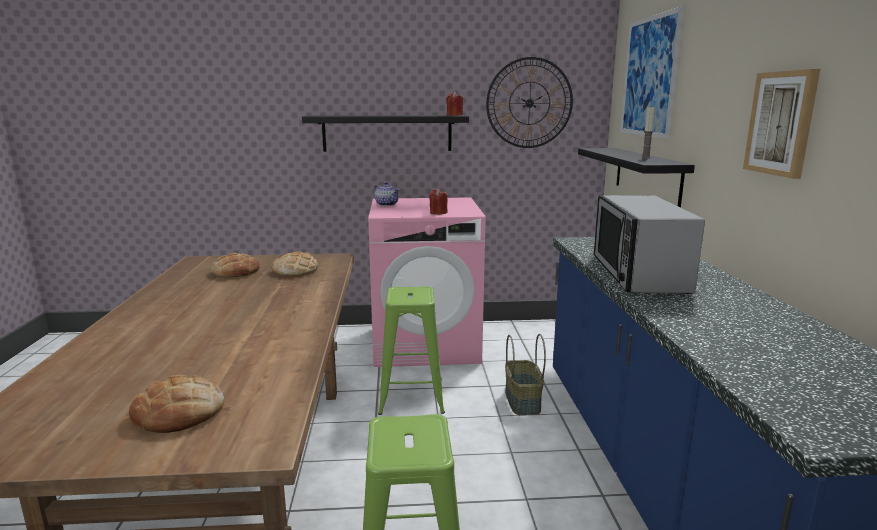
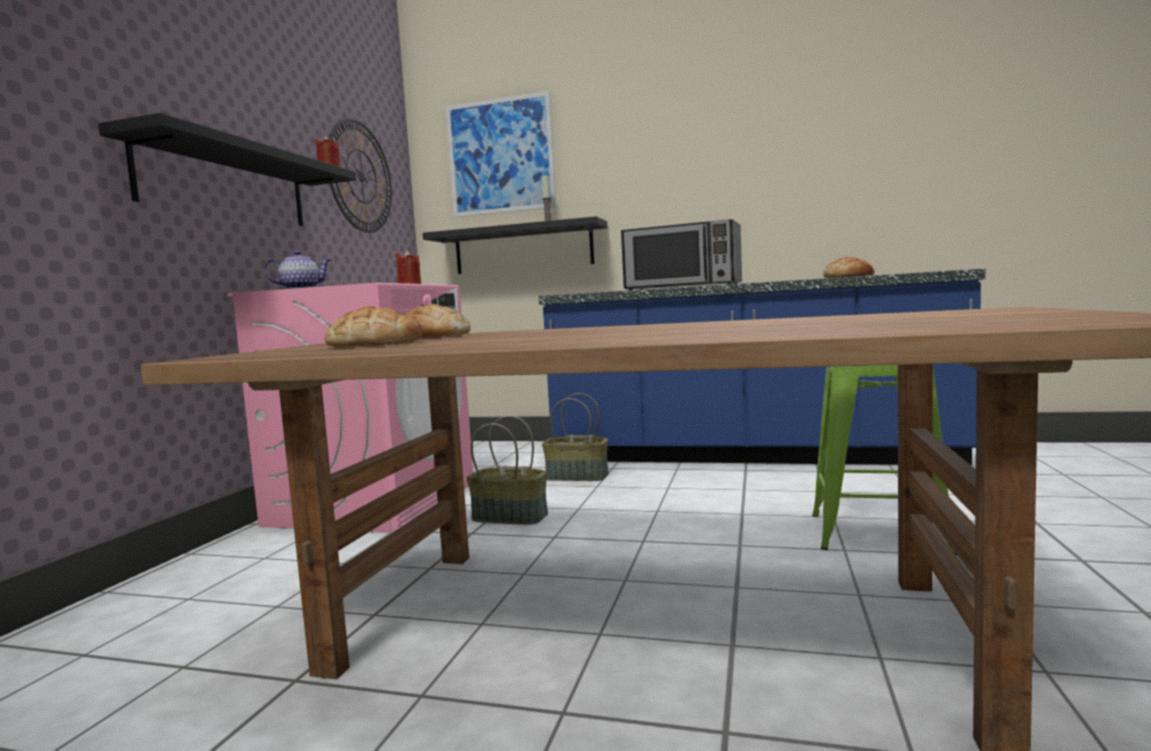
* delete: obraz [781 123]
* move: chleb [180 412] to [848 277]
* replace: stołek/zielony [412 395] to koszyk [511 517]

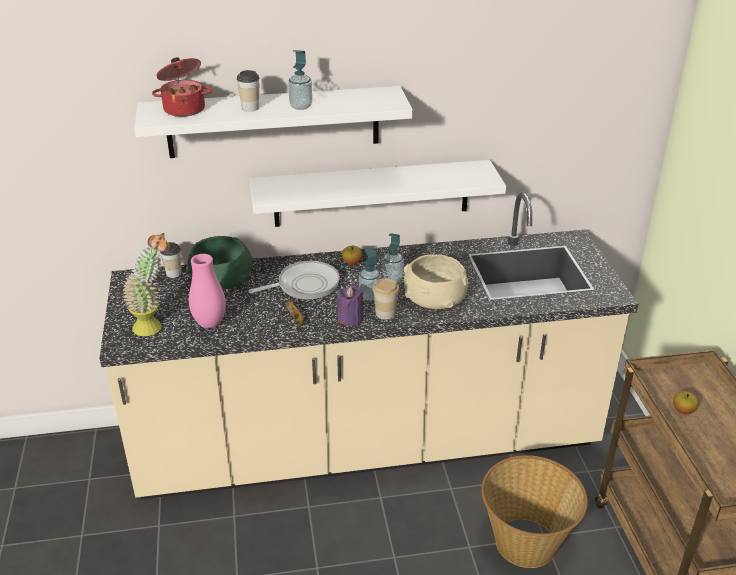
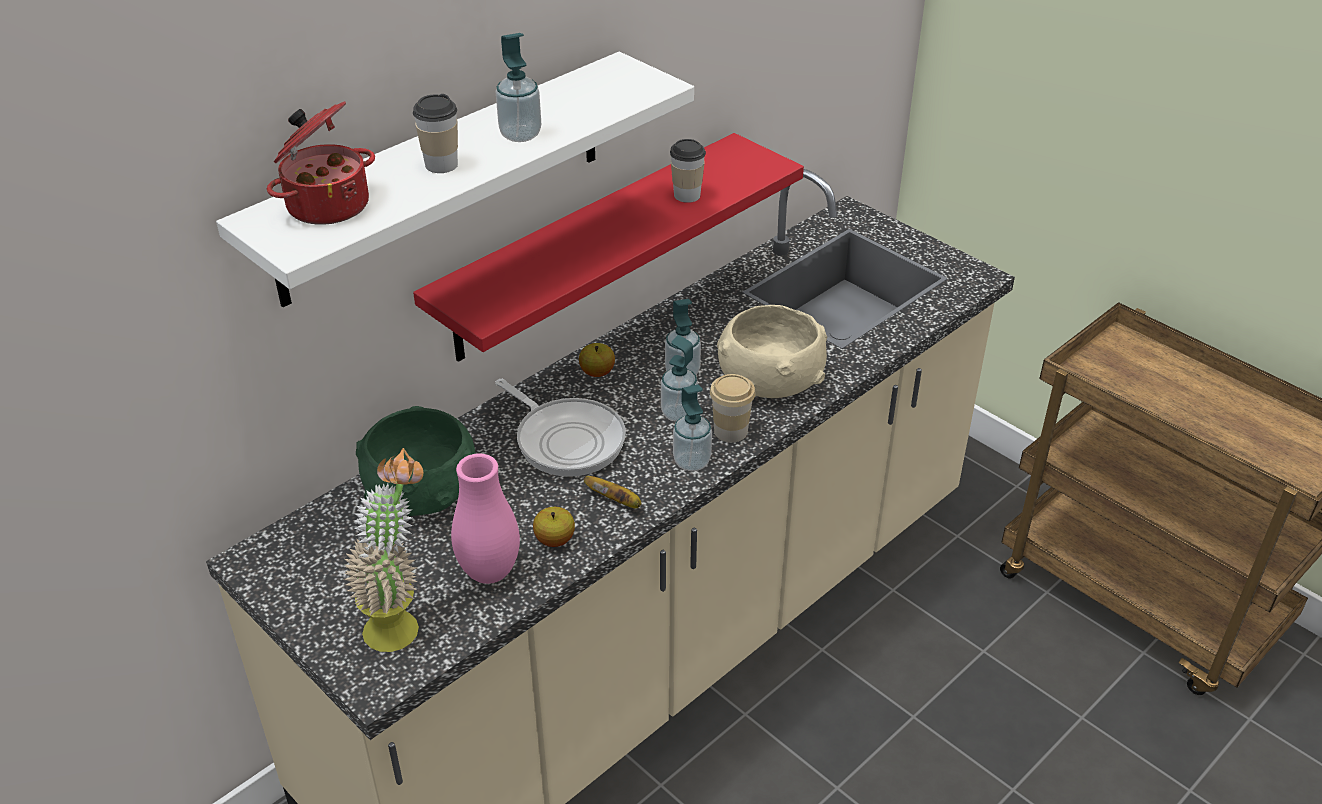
* delete: koszyk [526 542]
* move: filiżanka [173 273] to [687 195]
* move: jabłko [683 410] to [554 540]
* replace: świeca/fioletowy [350 318] to dozownik mydła [691 462]
* recolor: półka/biały [372 193] to półka/czerwony [588 247]
* rotate: patelnia [304 285] = [566 439] 105 degrees clockwise

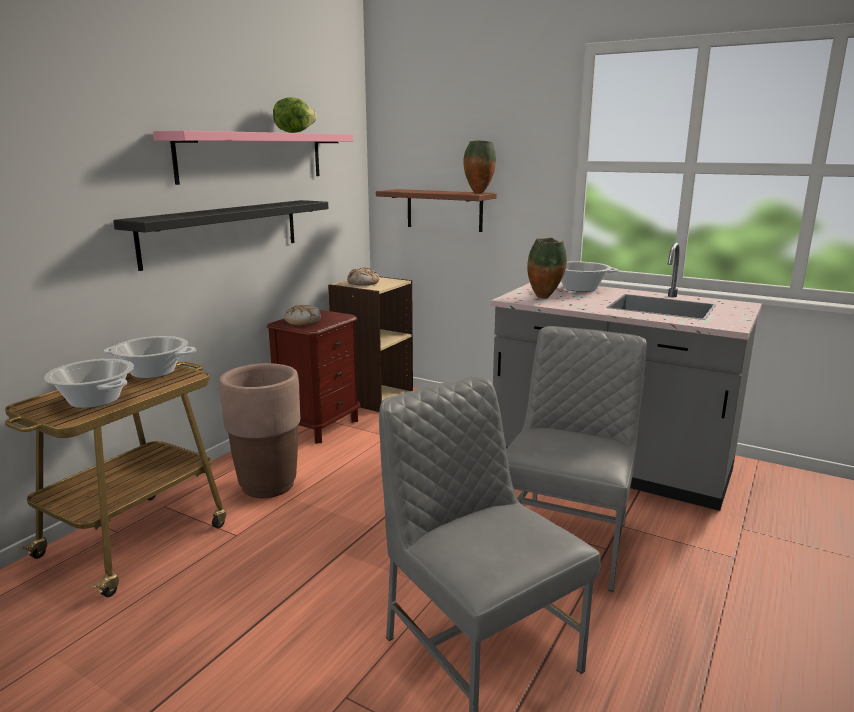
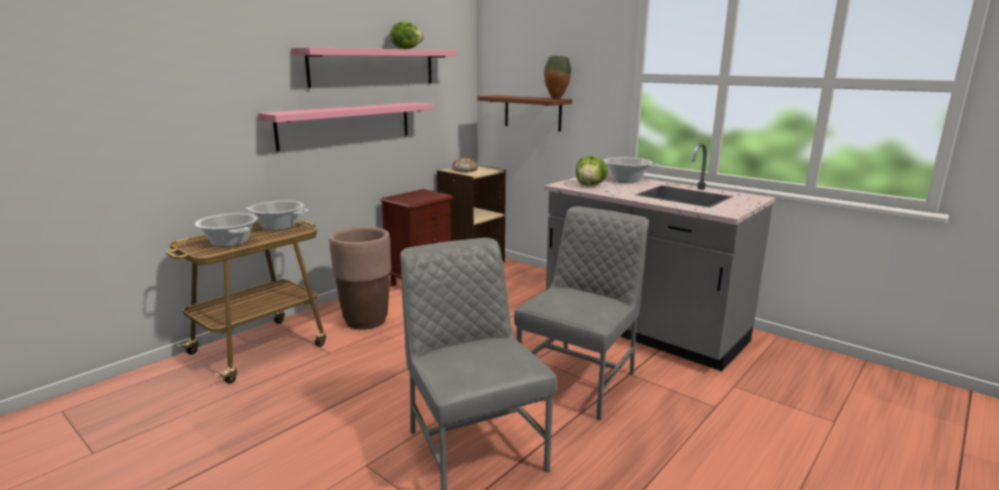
* delete: chleb [303 321]
* replace: wazon [545 298] to sałata [590 185]
* recolor: półka/czarny [223 232] to półka/różowy [346 125]

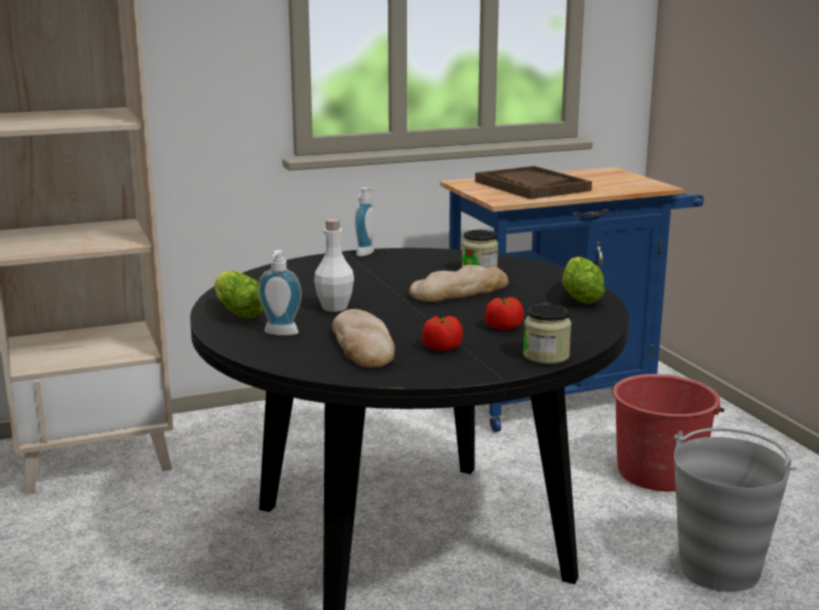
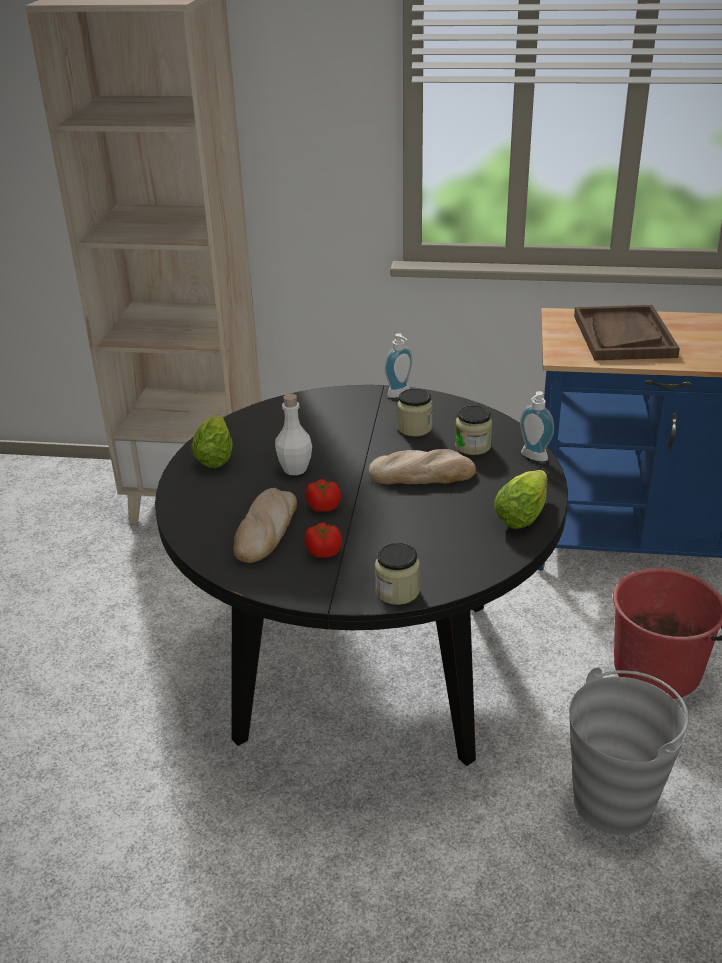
* insert: słoik [414 428]
* move: dozownik mydła [280 334] to [532 457]
* move: pomidor [503 327] to [323 506]

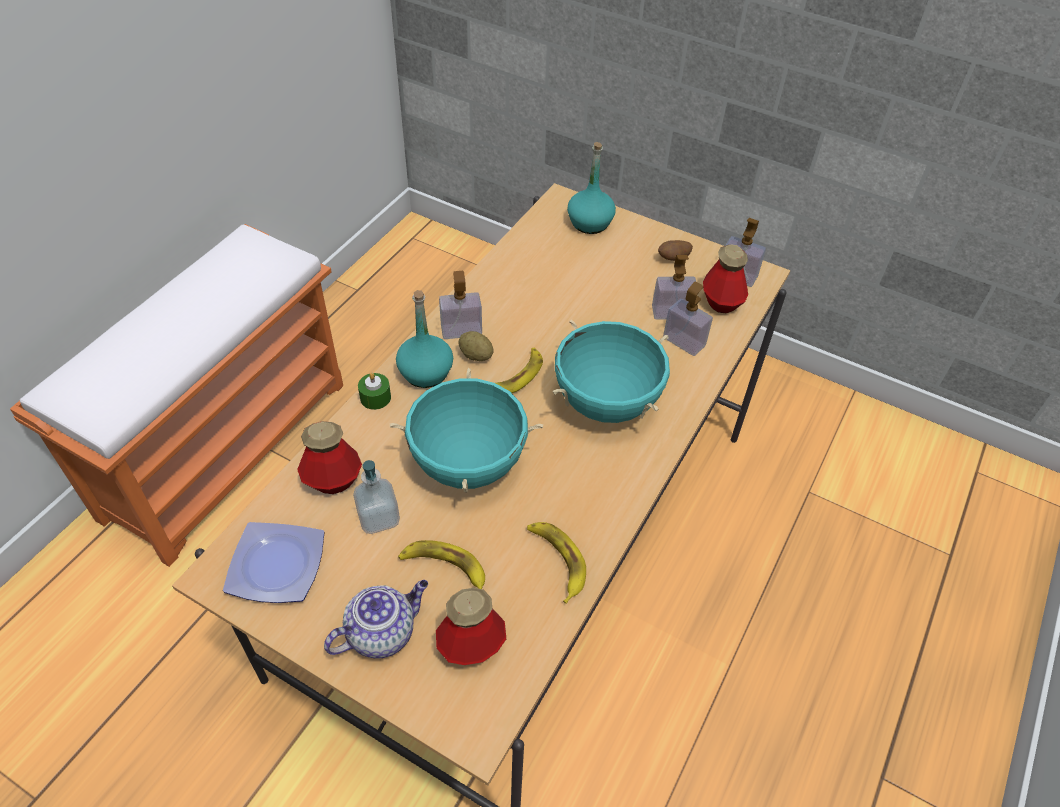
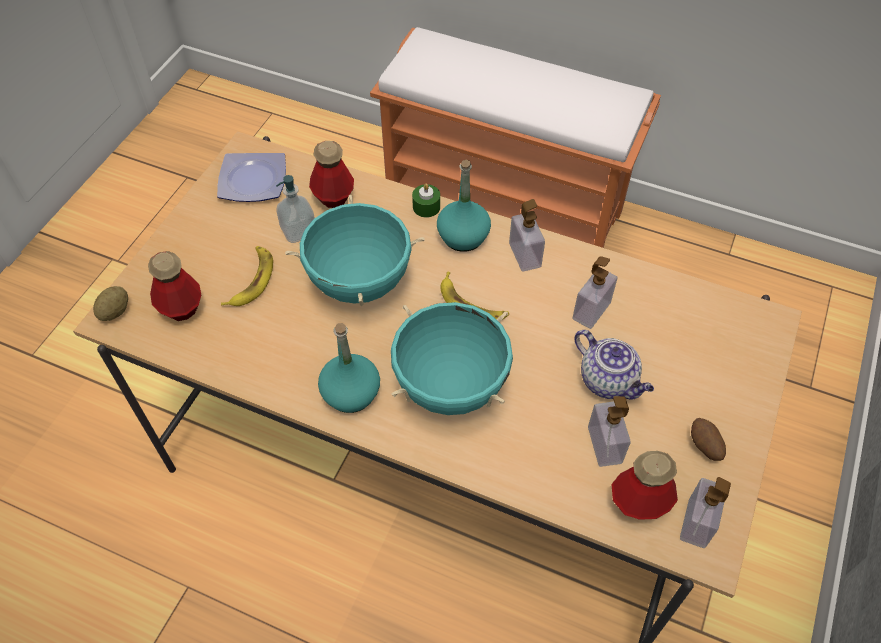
* delete: banan [556 560]
* move: imbryk [382 632] to [609 381]
* move: ziemniak [476 355] to [115 312]
* move: butelka/turkusowy [590 223] to [351 393]
* move: dozownik mydła [684 342] to [591 311]

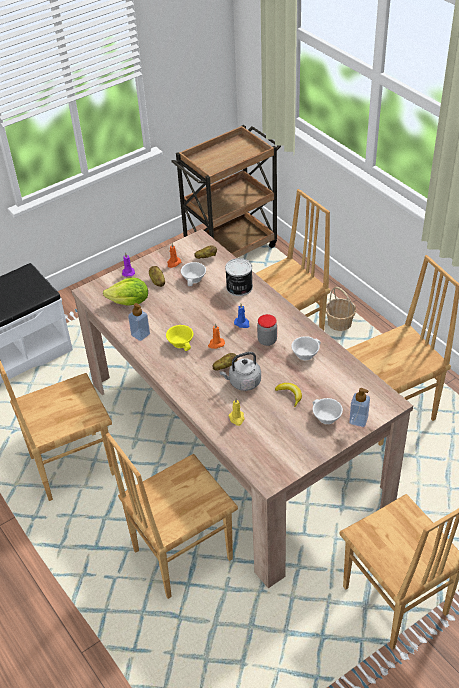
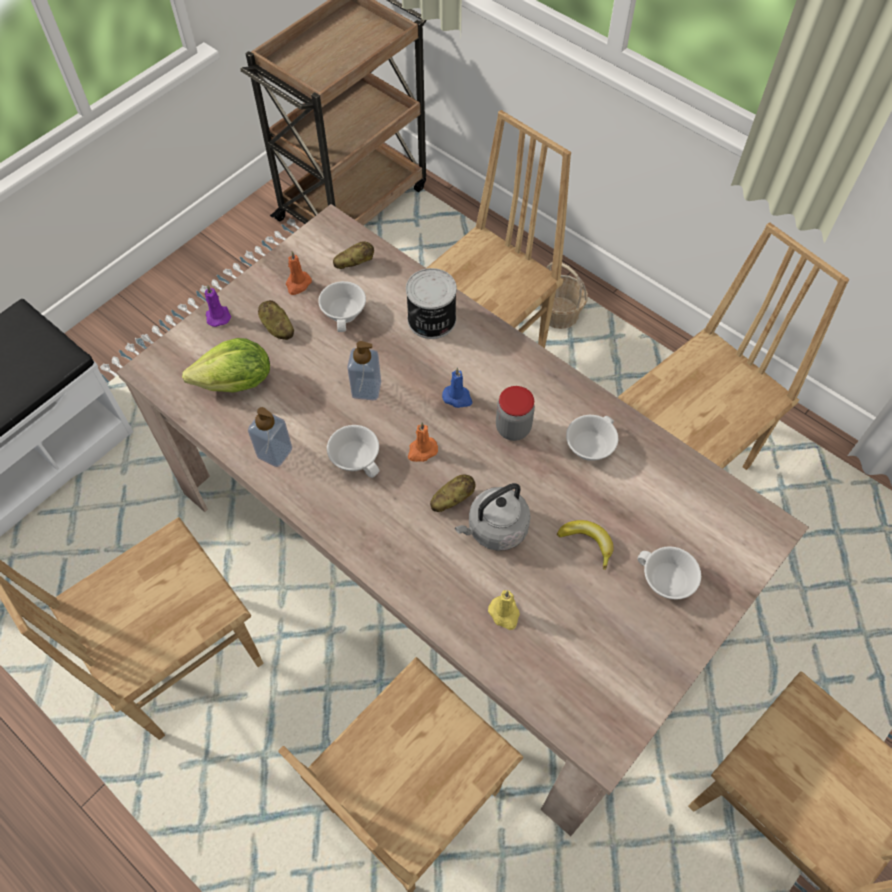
* move: dozownik mydła [358 420] to [366 389]
* recolor: filiżanka/żółty [182 342] to filiżanka/biały [357 458]

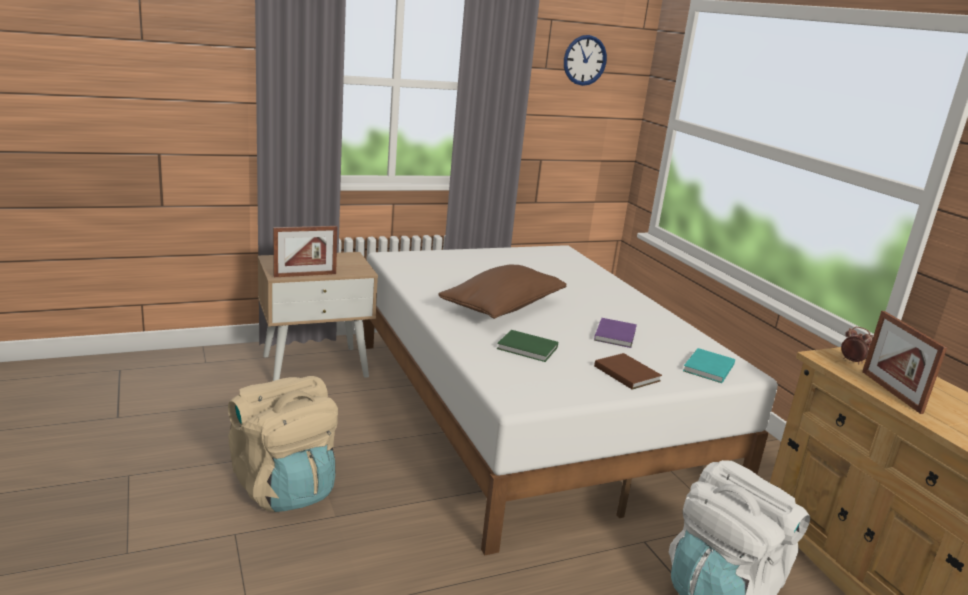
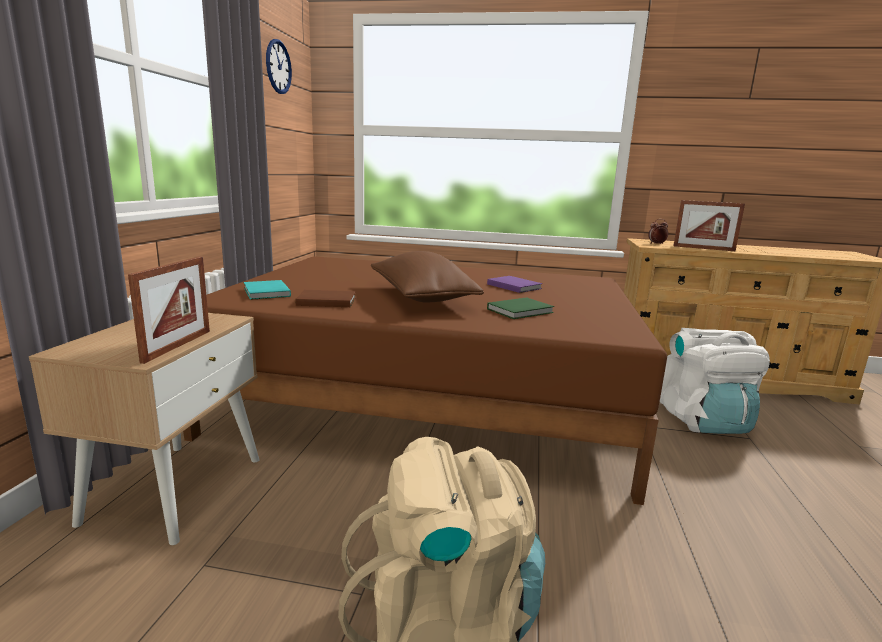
* move: książka/brązowy [626 372] to [325 301]
* move: książka/turkusowy [707 368] to [266 292]
* recolor: łóżko/biały [531 412] to łóżko/brązowy [430 401]

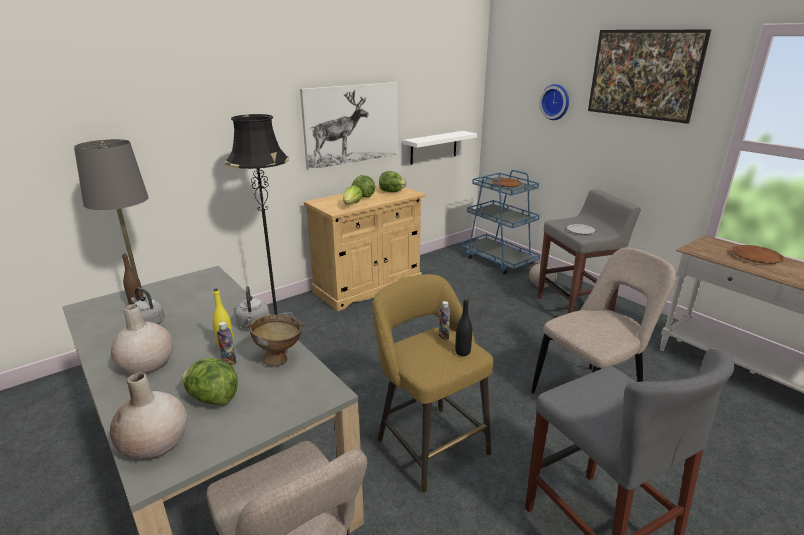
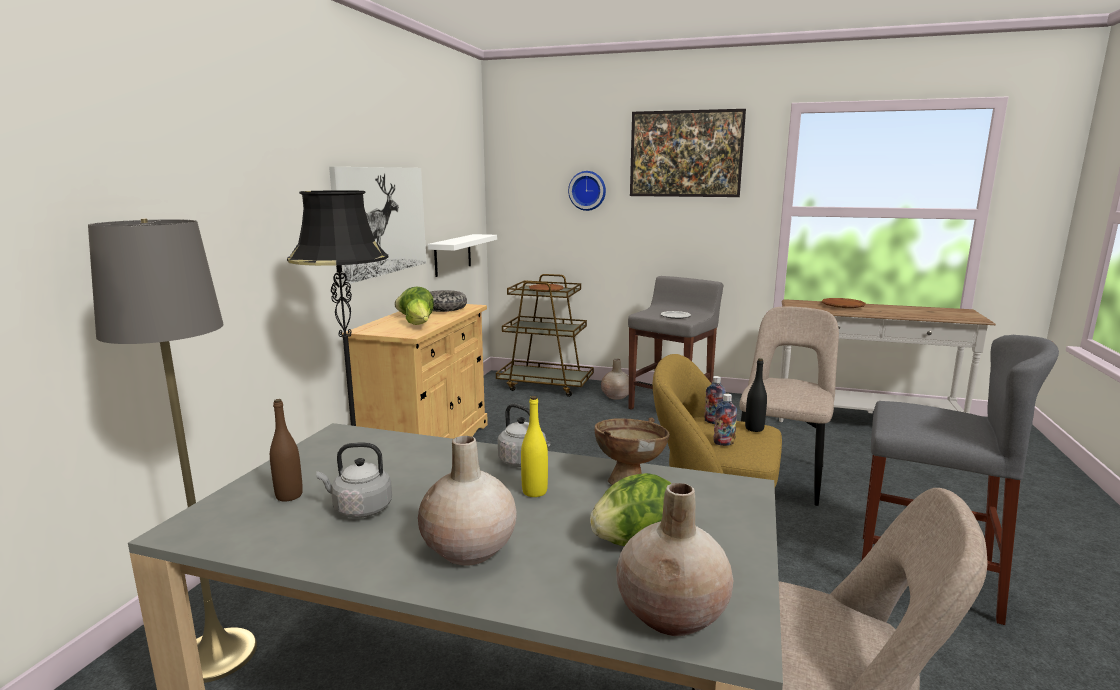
* move: butelka [229 361] to [724 443]
* replace: sałata [392 192] to miska [443 308]
* recolor: wózek/niebieski [498 260] to wózek/brązowy [545 385]

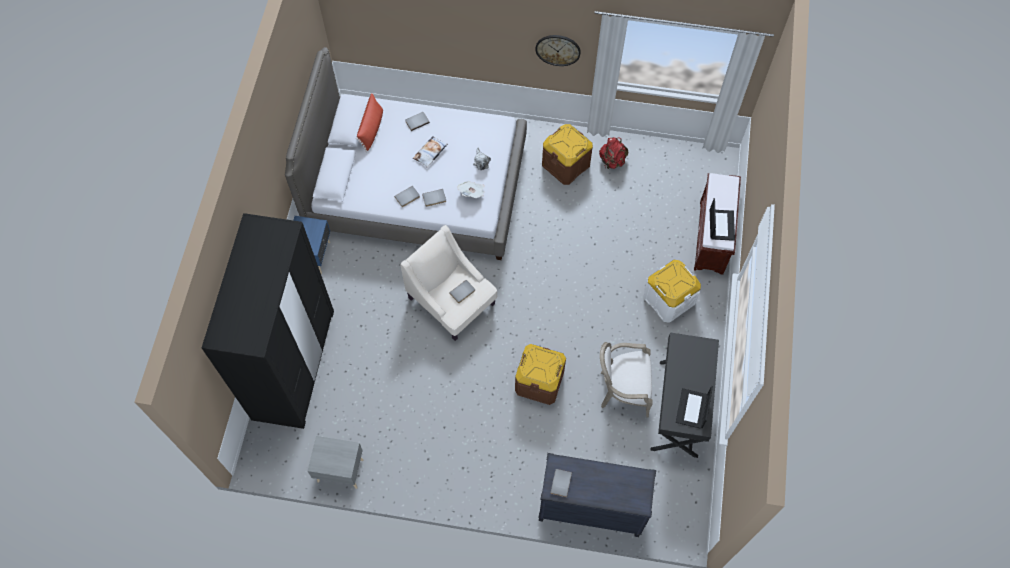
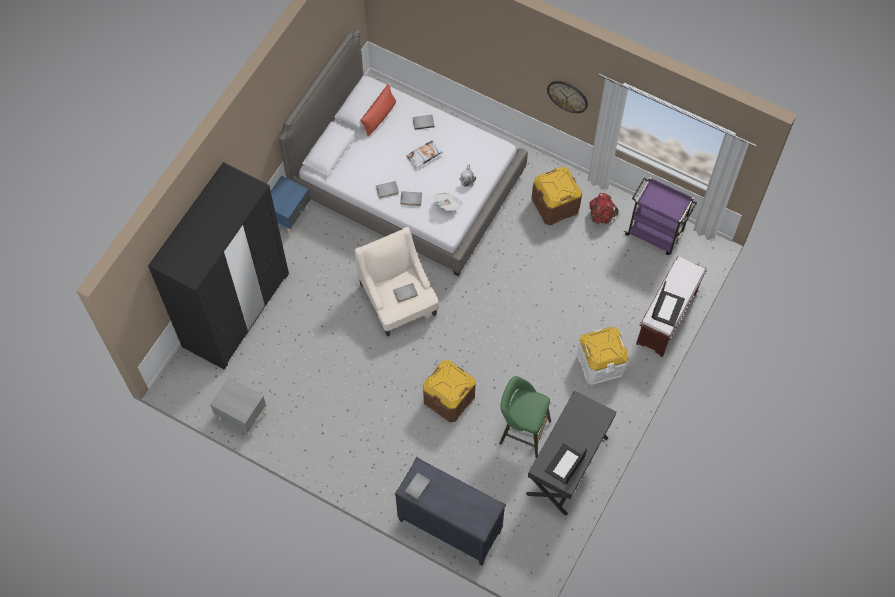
* insert: wózek/fioletowy [655 233]
* replace: fotel [622 389] to stołek/zielony [522 431]

